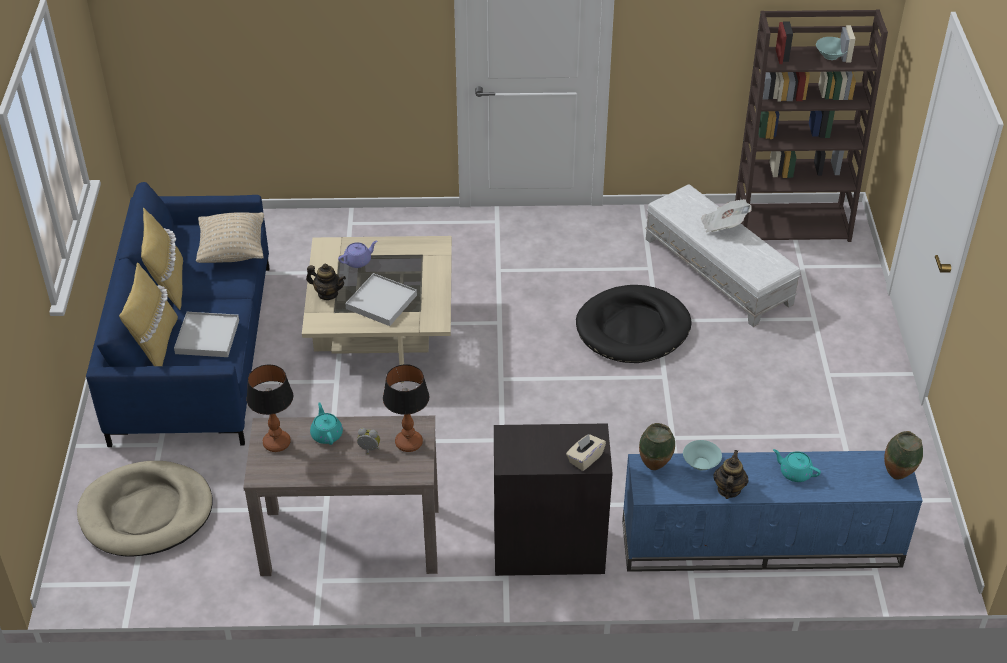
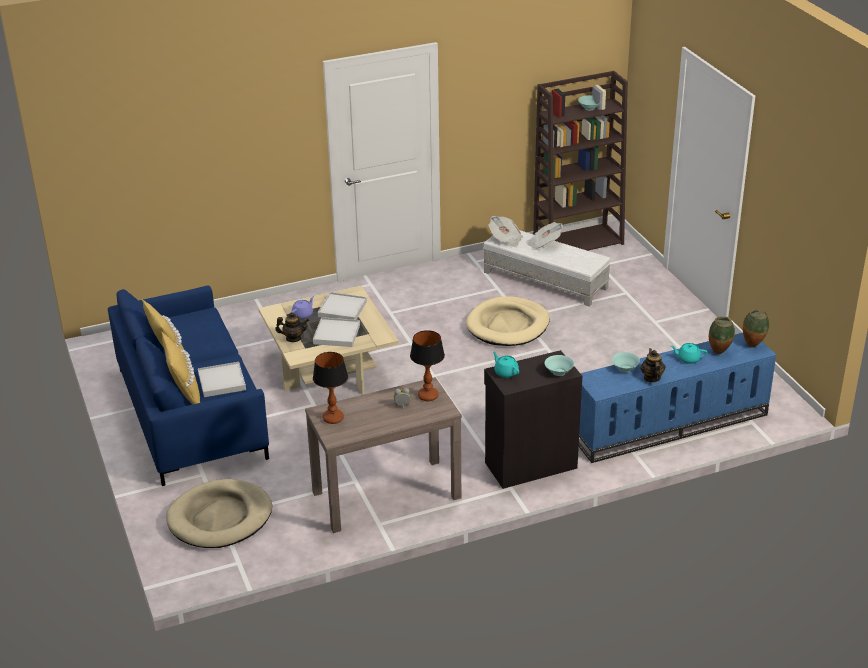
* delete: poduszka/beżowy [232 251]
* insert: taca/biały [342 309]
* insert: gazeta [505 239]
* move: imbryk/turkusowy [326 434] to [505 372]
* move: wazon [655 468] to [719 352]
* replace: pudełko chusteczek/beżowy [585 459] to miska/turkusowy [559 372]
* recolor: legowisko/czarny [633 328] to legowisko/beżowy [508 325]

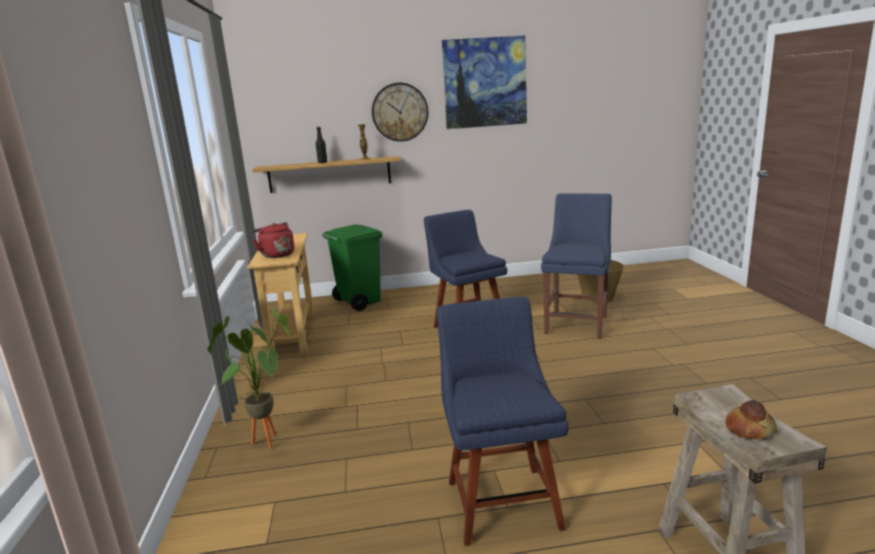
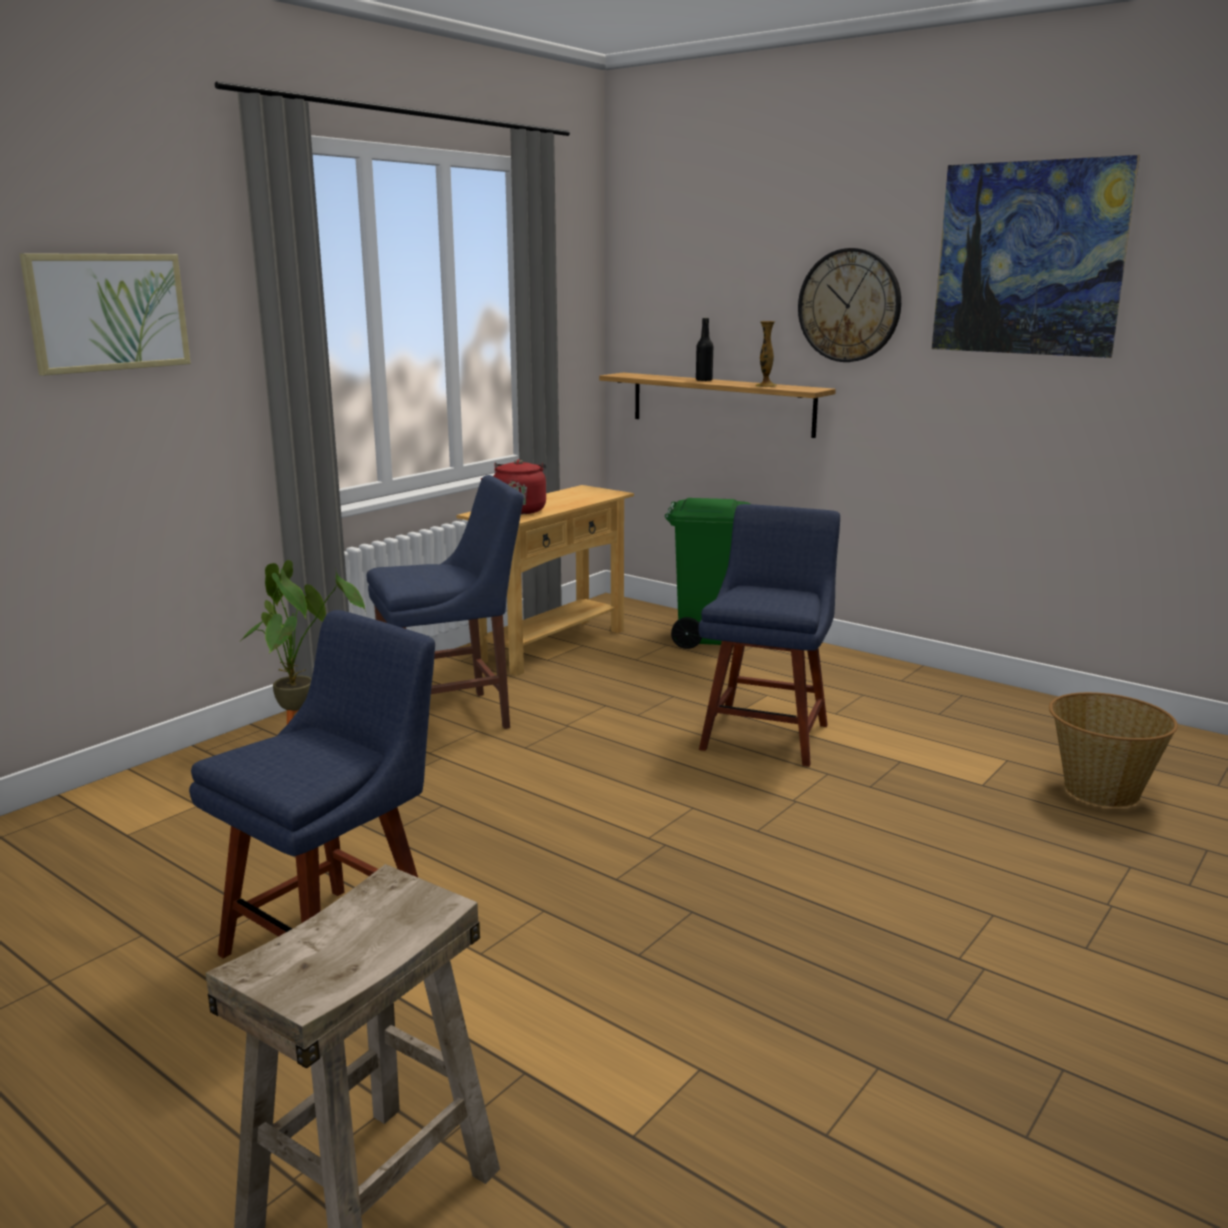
* delete: chleb [749 429]
* insert: obraz [108 312]
* move: krzesło/niebieski [577 323] to [453 717]

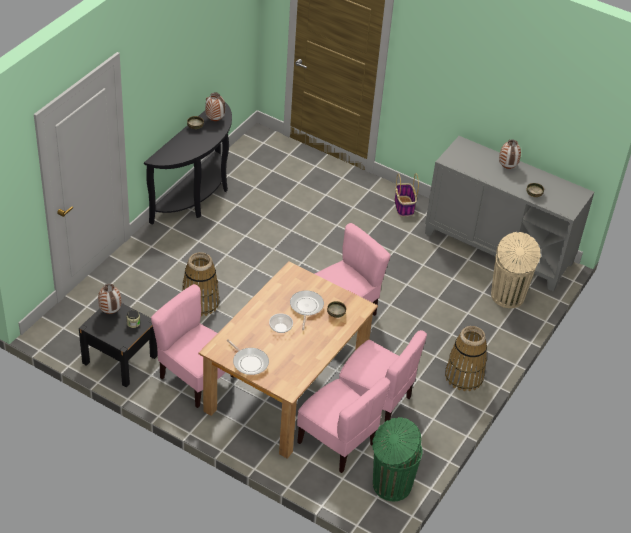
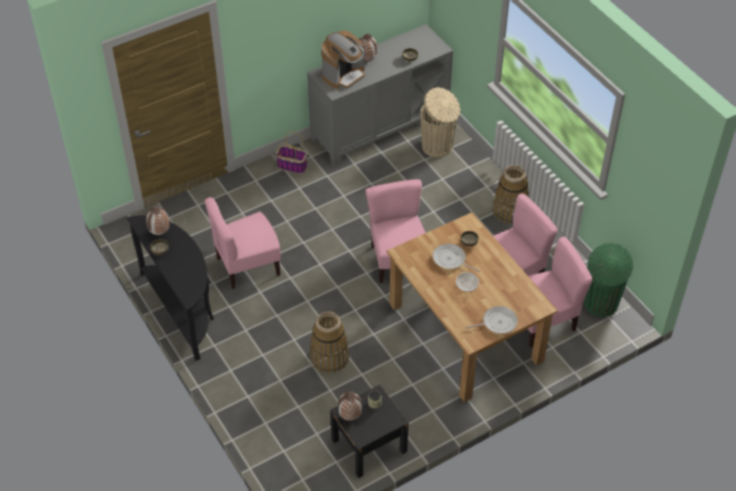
* insert: ekspres do kawy [344 75]
* move: krzesło/różowy [196 378] to [247 266]

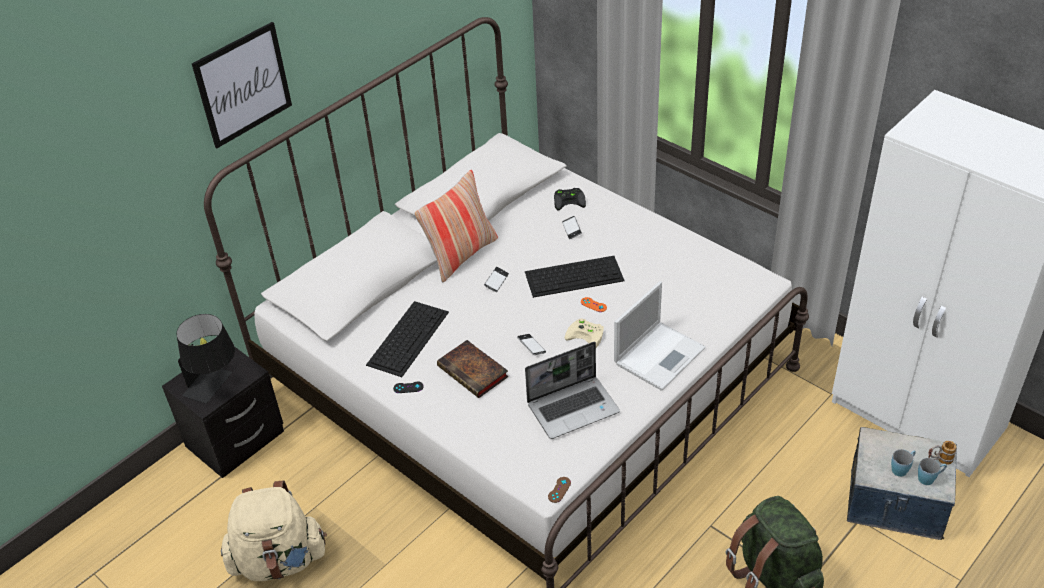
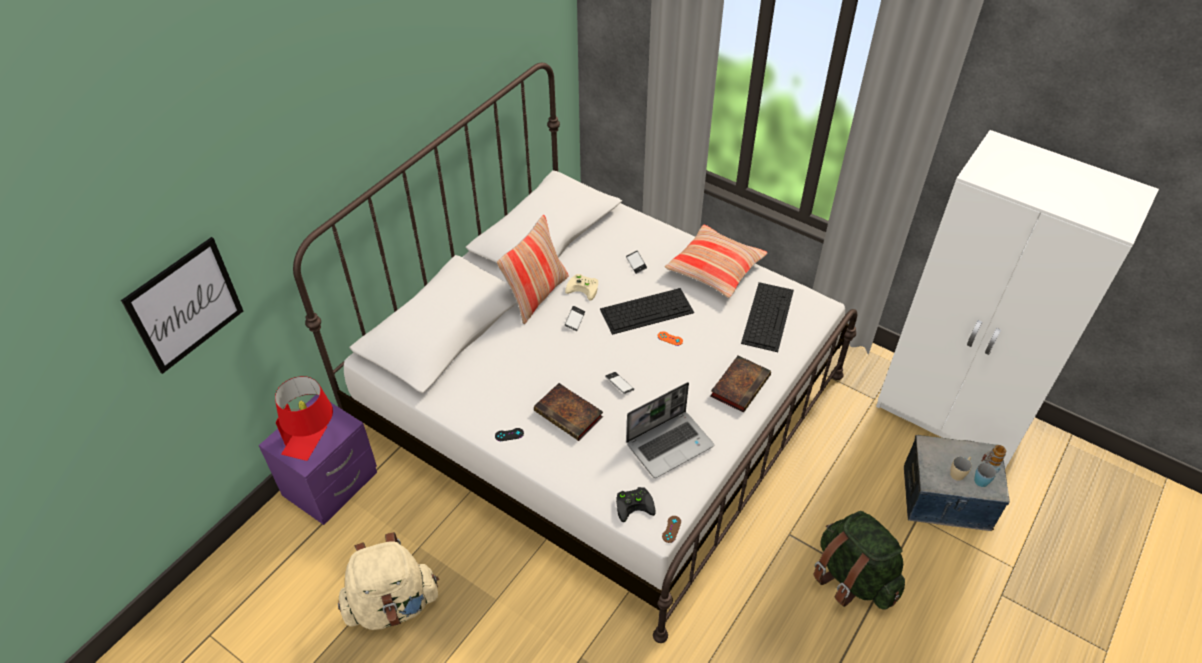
* insert: poduszka [715 268]
* move: obraz [243 85] to [185 305]
* move: klawiatura [408 337] to [767 315]
* move: pad do gier/czarny [570 200] to [635 504]
* move: pad do gier/beżowy [587 335] to [584 288]
* replace: laptop [660 354] to książka [740 385]
* recolor: szafka nocna/czarny [236 440] to szafka nocna/fioletowy [332 485]
* recolor: lampa stołowa/czarny [216 386] to lampa stołowa/czerwony [313 442]
* recolor: kubek/niebieski [902 468] to kubek/beżowy [958 472]

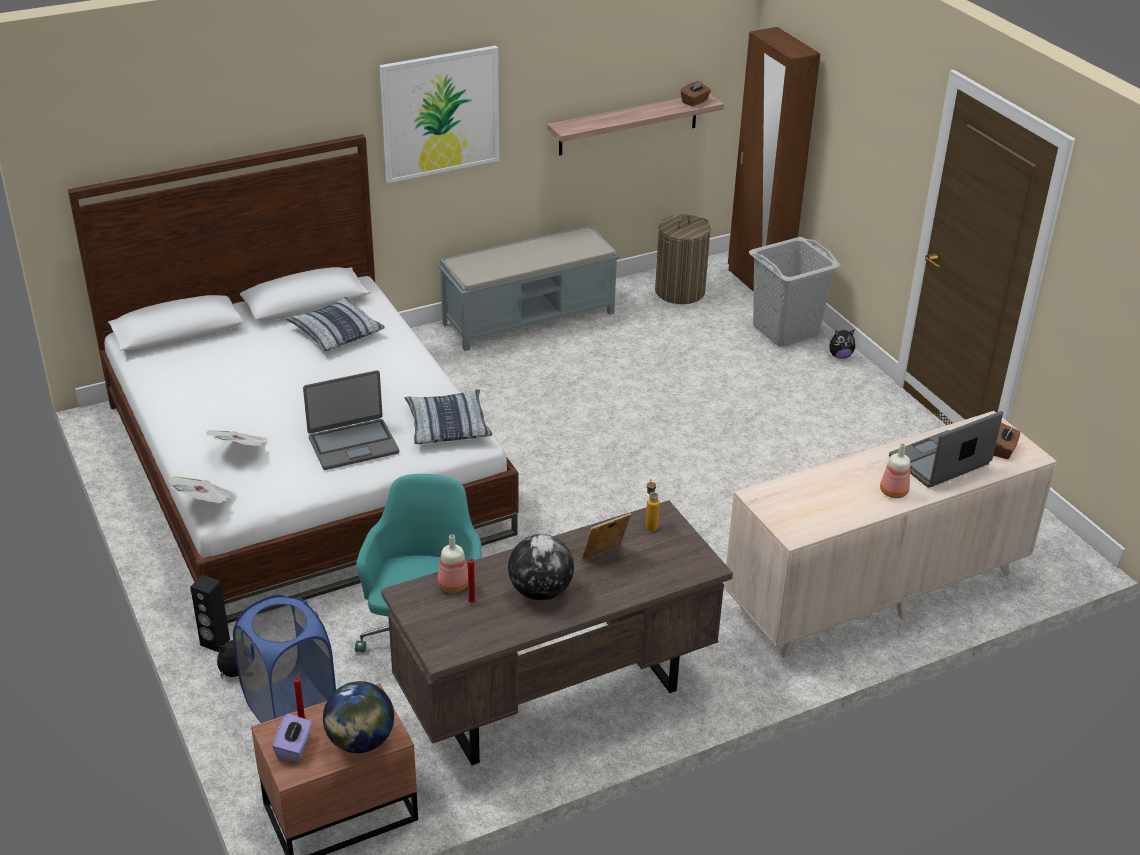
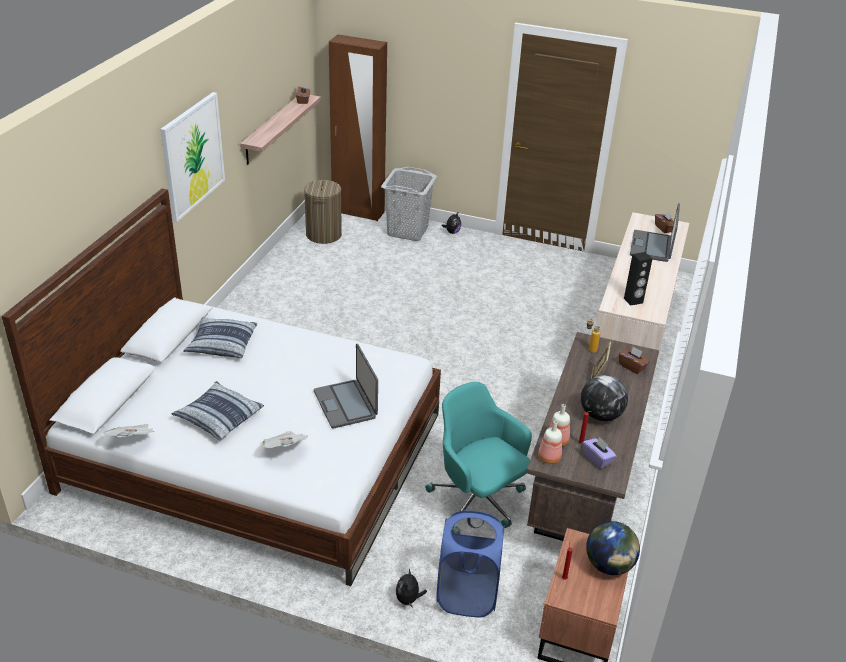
* delete: ławka/szary [530 318]
* insert: pudełko chusteczek/brązowy [632 366]
* move: gazeta [205 502] to [132 440]
* move: głośnik/czarny [215 642] to [633 301]
* move: pudełko chusteczek/fioletowy [294 747] to [597 459]
* move: poduszka [448 425] to [219 417]
* move: butelka [892 492] to [548 458]
* rotate: laptop [353 444] = [346 404] 135 degrees clockwise

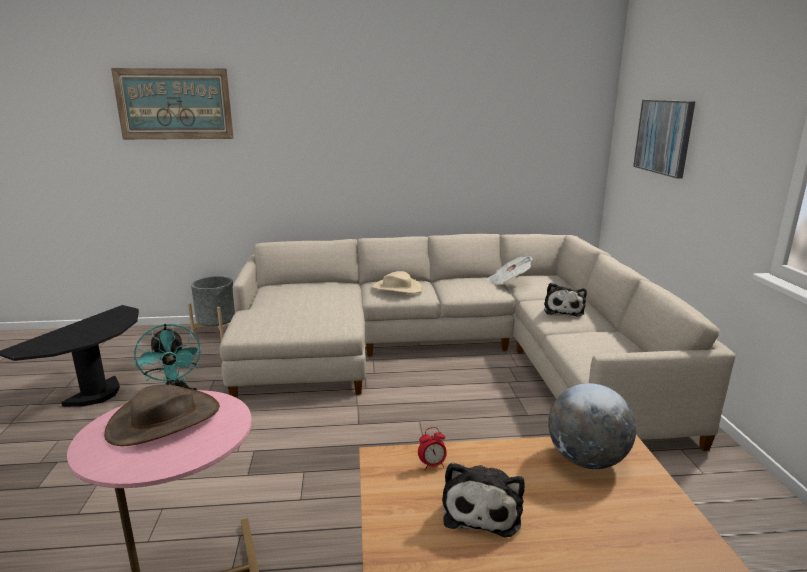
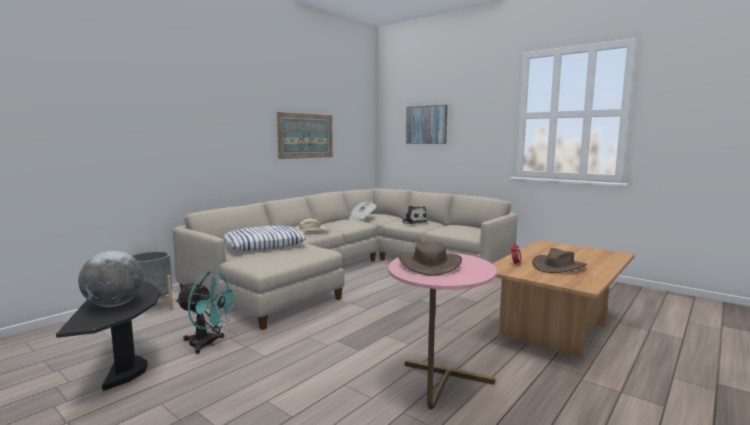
* insert: poduszka [264 244]
* move: obraz [174 104] to [306 136]
* move: globus [586 460] to [114 305]
* replace: pluszak [482 509] to kapelusz/brązowy [558 266]

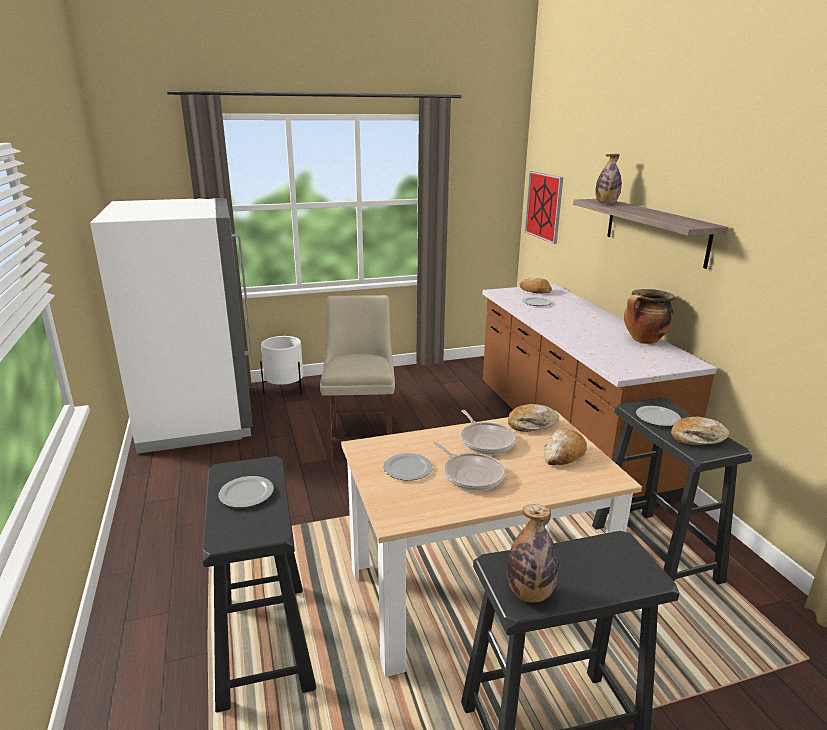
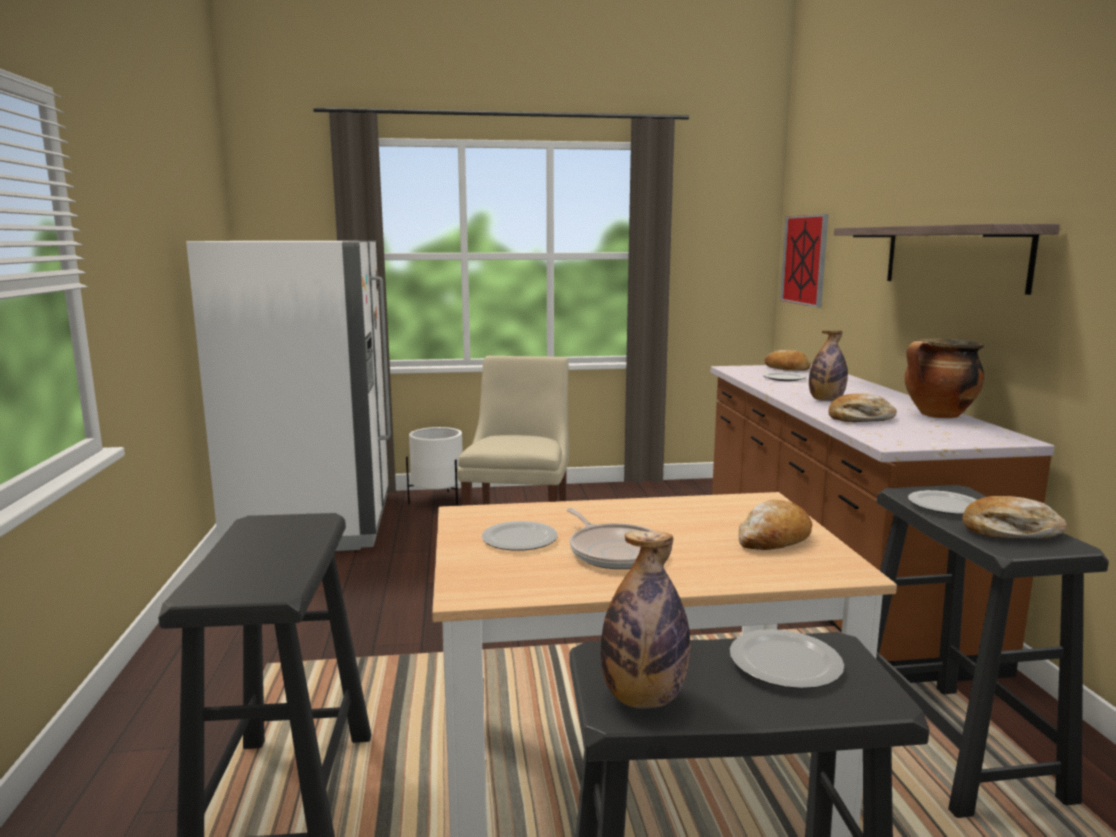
* delete: patelnia [486 440]
* move: talerz [245 494] to [784 664]
* move: chleb [532 424] to [860 419]
* move: butelka [606 203] to [826 400]

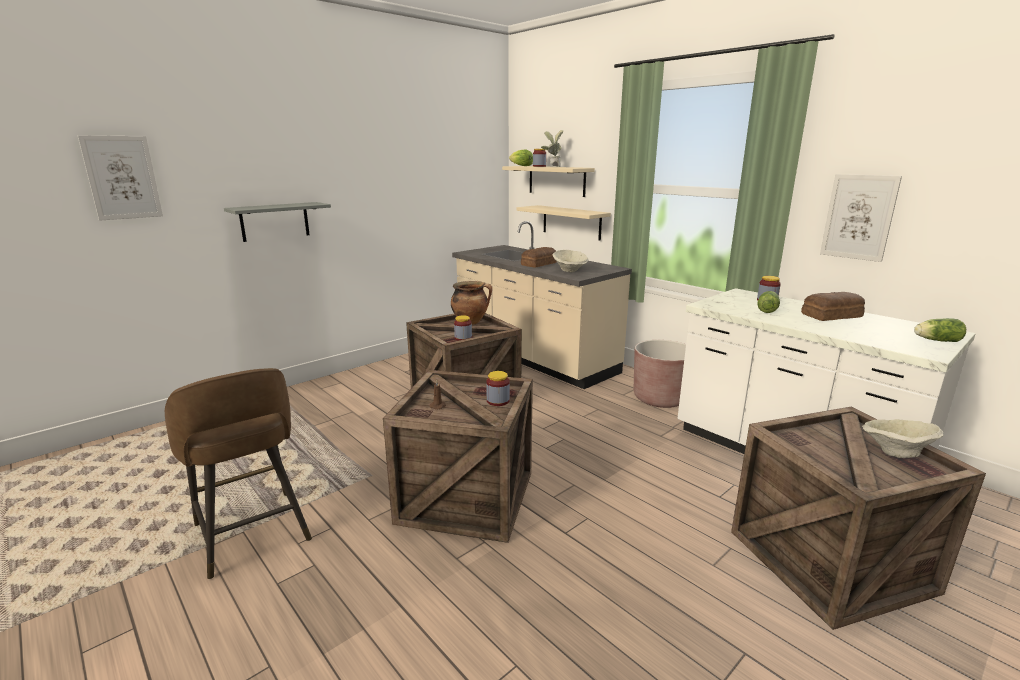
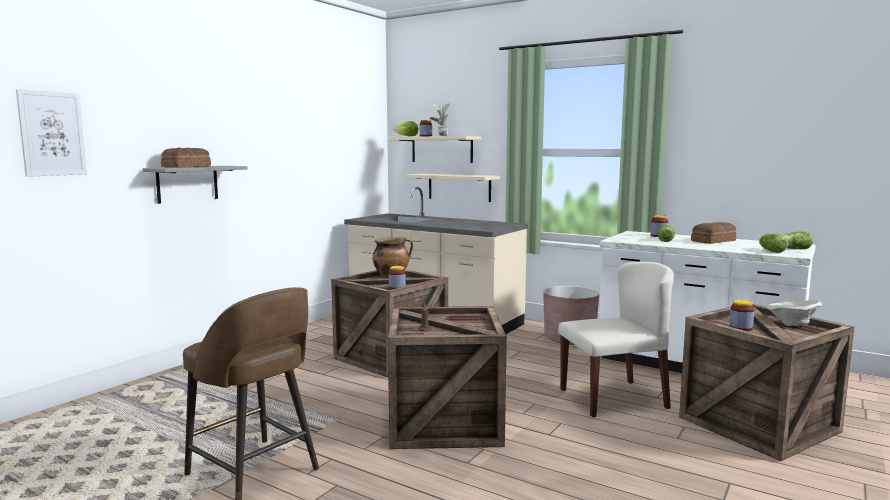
* delete: miska/beżowy [570 271]
* delete: obraz [858 217]
* insert: krzesło/beżowy [613 398]
* insert: sałata [771 251]
* move: słoik [498 401] to [740 328]
* move: chleb [540 264] to [187 167]

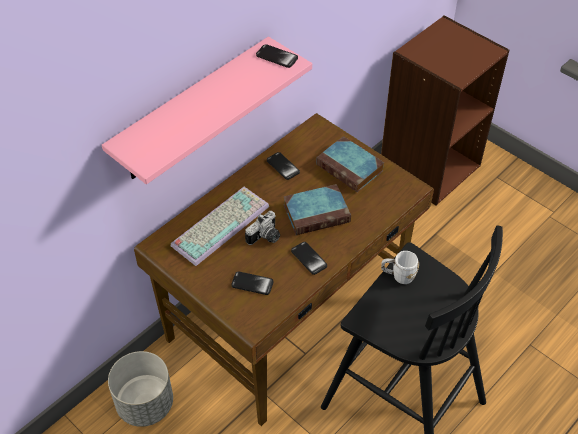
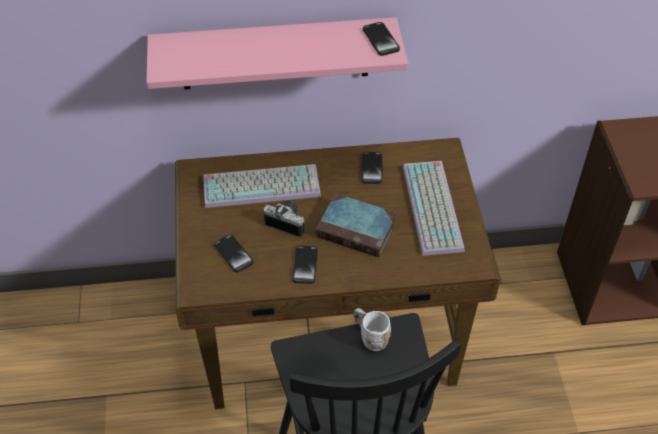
* delete: donica/szary [145 403]
* replace: książka [351 168] to klawiatura [435 208]
* rotate: aparat fotograficzny [265 238] = [288 222] 150 degrees counterclockwise

